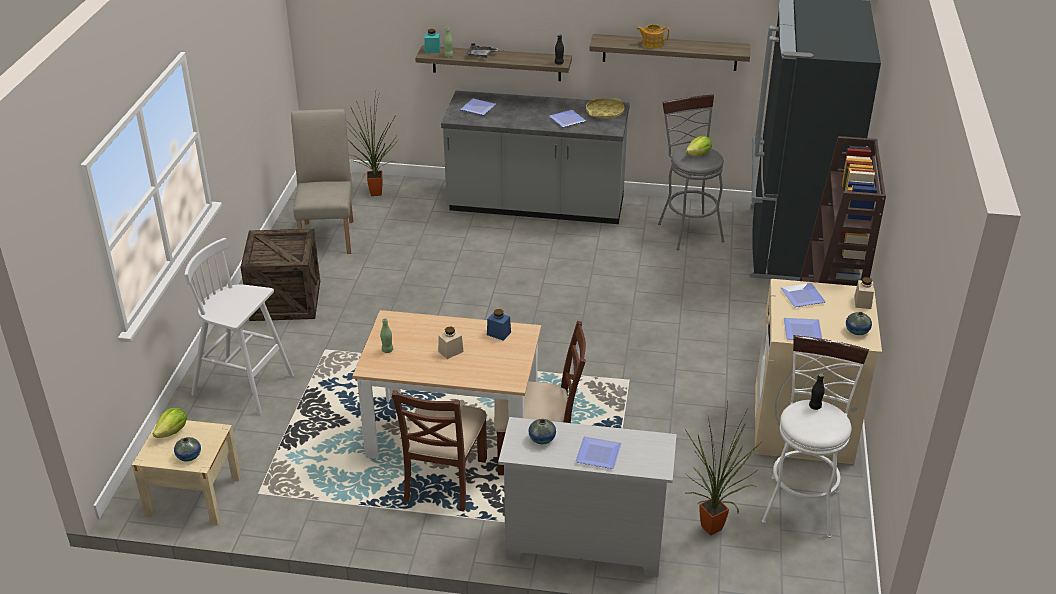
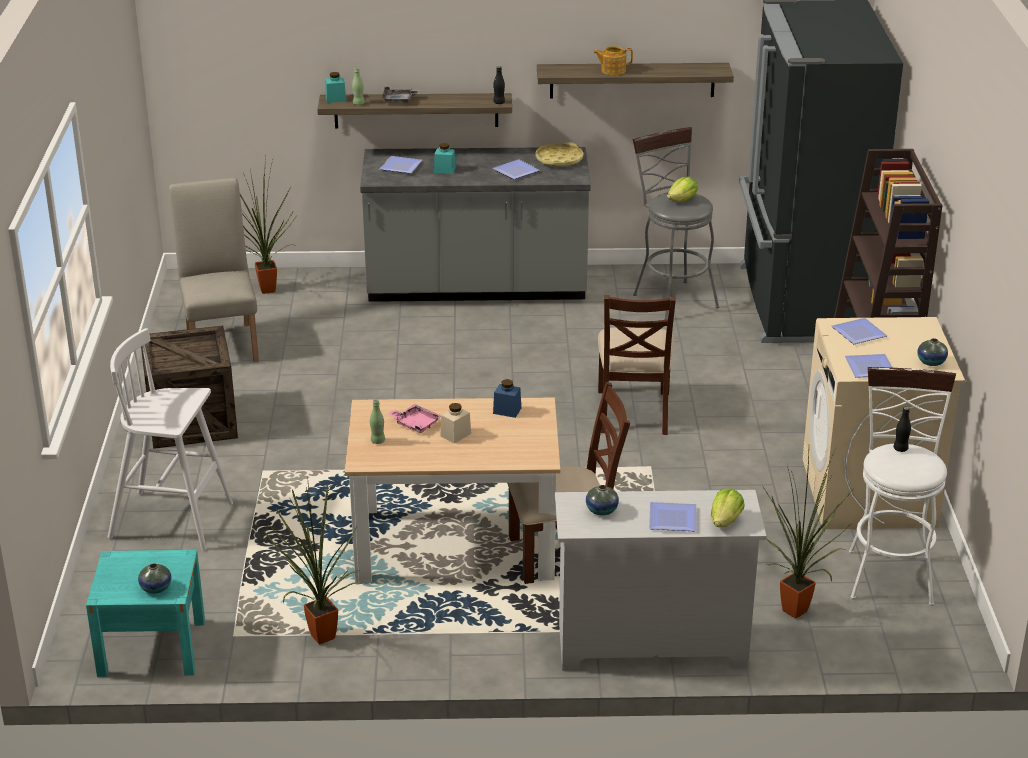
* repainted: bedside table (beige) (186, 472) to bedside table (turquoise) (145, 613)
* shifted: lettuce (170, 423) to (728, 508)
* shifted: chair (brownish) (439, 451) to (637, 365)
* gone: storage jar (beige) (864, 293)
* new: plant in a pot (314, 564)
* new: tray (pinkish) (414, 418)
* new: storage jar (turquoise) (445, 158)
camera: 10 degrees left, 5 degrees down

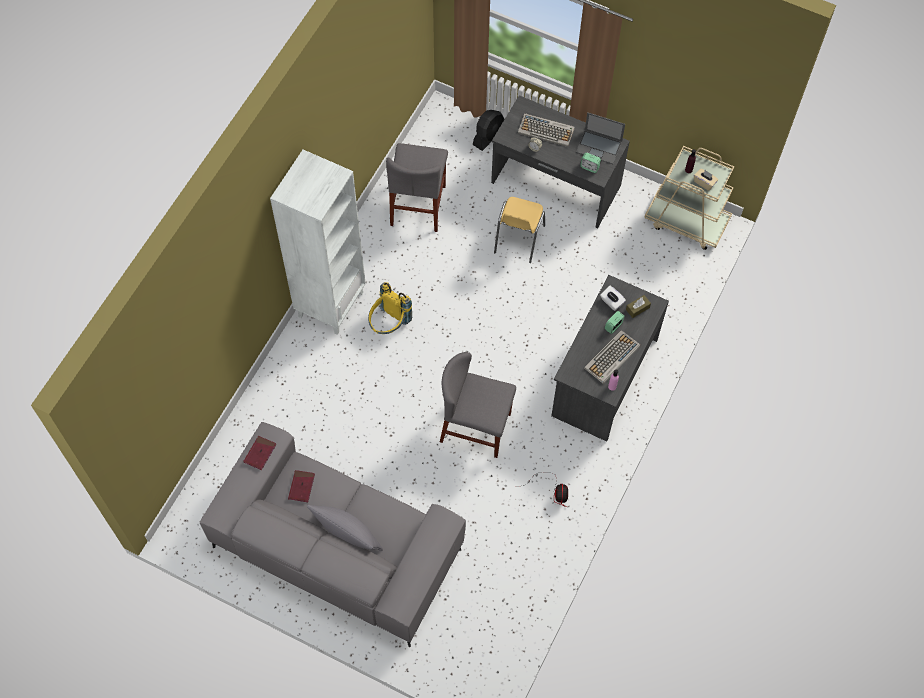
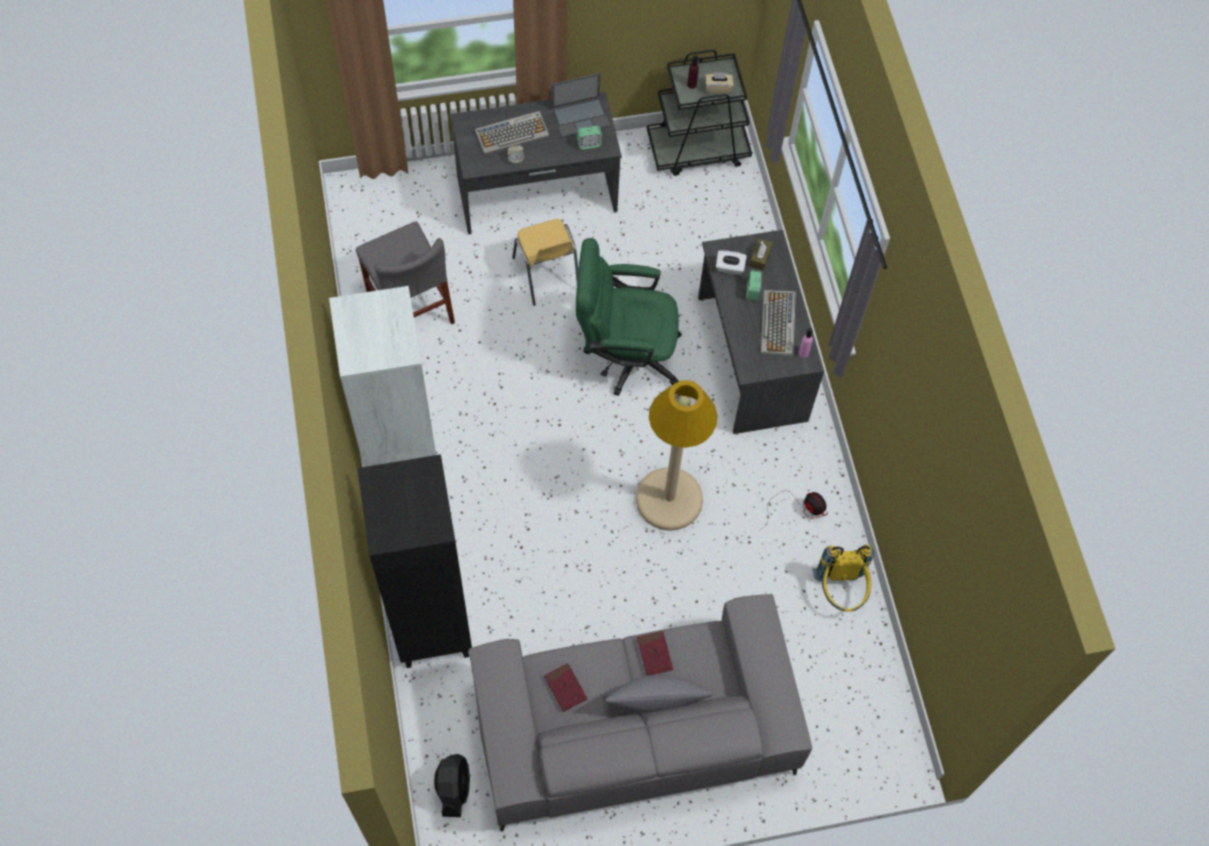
* shifted: bound book (red) (260, 453) to (655, 653)
* shifted: knapsack (yellowish) (390, 308) to (843, 578)
* swapped: chair (grey) (478, 405) to standing lamp (beige) (677, 455)
* shifted: cooling fan (black) (488, 130) to (452, 785)
* repainted: cart (beige) (689, 198) to cart (black) (699, 113)
* new: bookshelf (black) (414, 561)
* new: desk chair (greenish) (629, 317)
camera: 40 degrees left, 0 degrees up

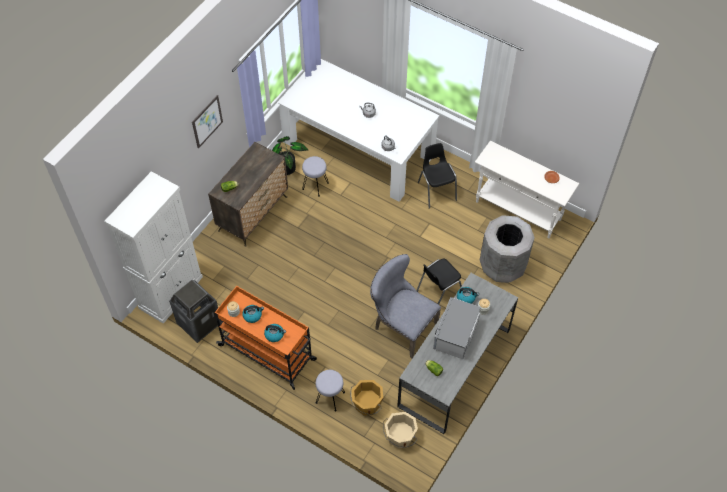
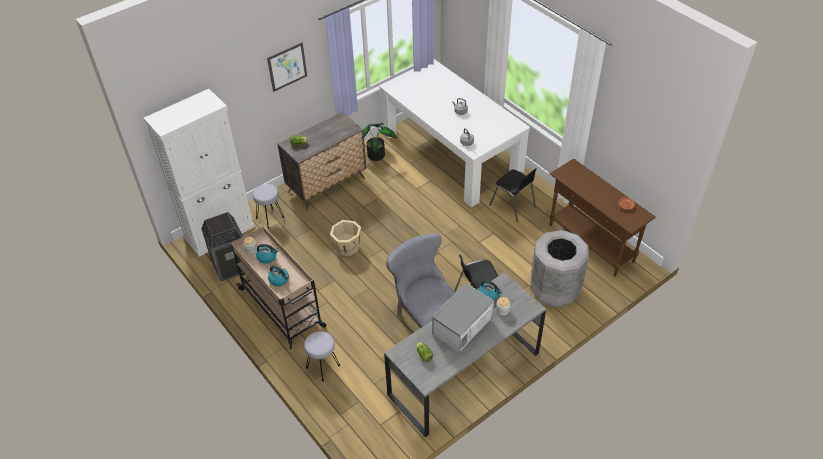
* repainted: cart (orange) (266, 338) to cart (beige) (279, 287)
* shifted: stool seat (grey) (315, 176) to (269, 206)
* gone: bucket (orange) (366, 397)
* shifted: bucket (beige) (400, 430) to (345, 238)
* rotated: chair (black) (437, 176) = (513, 195) 135 degrees clockwise
* repainted: console table (white-coloured) (527, 190) to console table (brownish) (603, 217)
camera: 20 degrees right, 10 degrees down

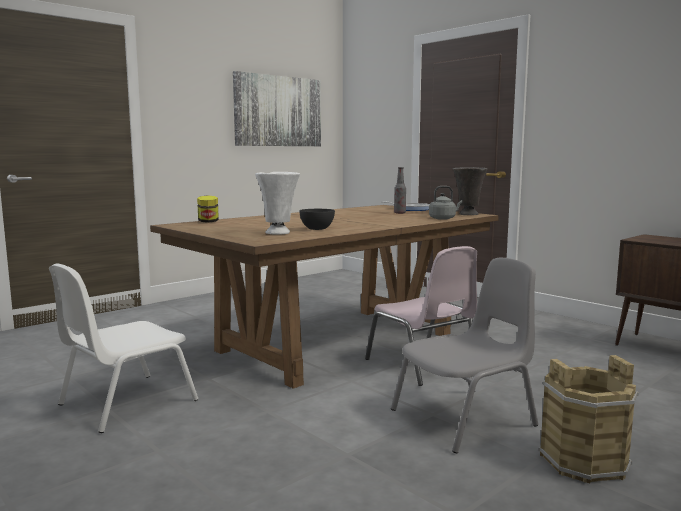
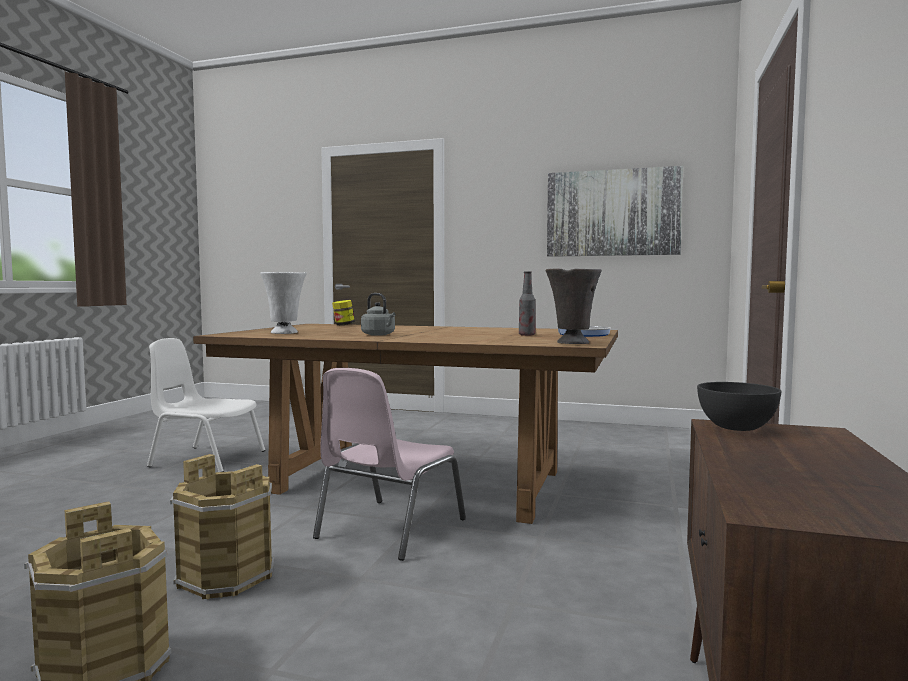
* shifted: bowl (grey) (317, 219) to (739, 406)
* swapped: chair (grey) (465, 355) to bucket (brownish) (222, 526)
* shifted: kettle (grey) (446, 203) to (378, 314)
camera: 60 degrees right, 5 degrees down

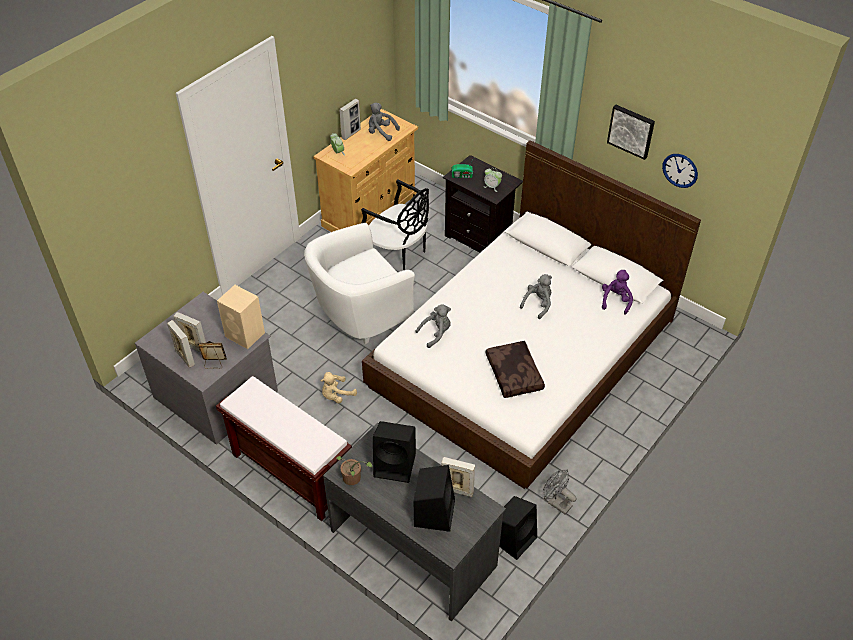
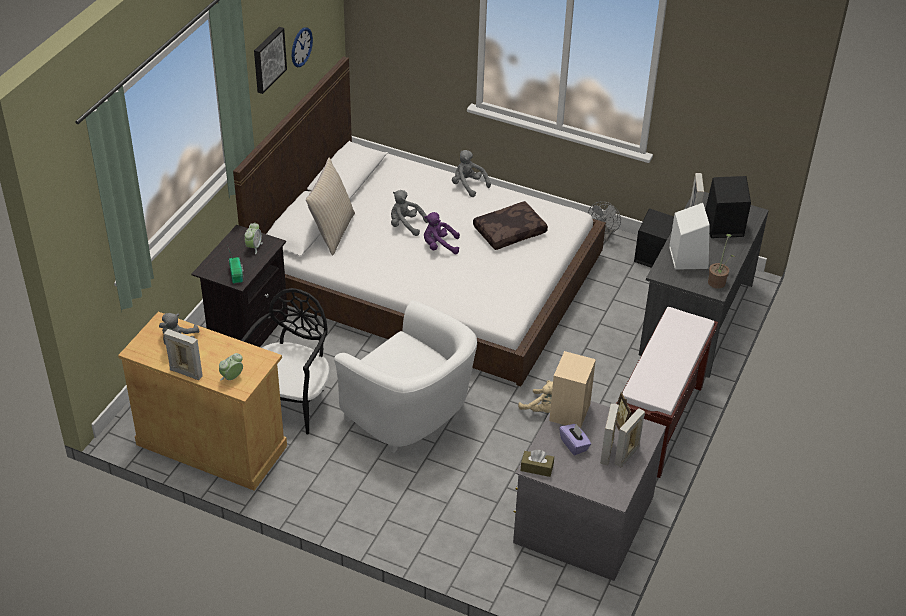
* repainted: audio speaker (black) (394, 452) to audio speaker (white-coloured) (689, 236)
* shifted: cuddly toy (grey) (433, 326) to (471, 173)
* shifted: cuddly toy (purplish) (617, 292) to (442, 233)
* new: cushion (beige) (330, 207)
* new: tissue box (brownish) (537, 463)
* new: tissue box (purplish) (575, 439)
camera: 105 degrees left, 5 degrees down

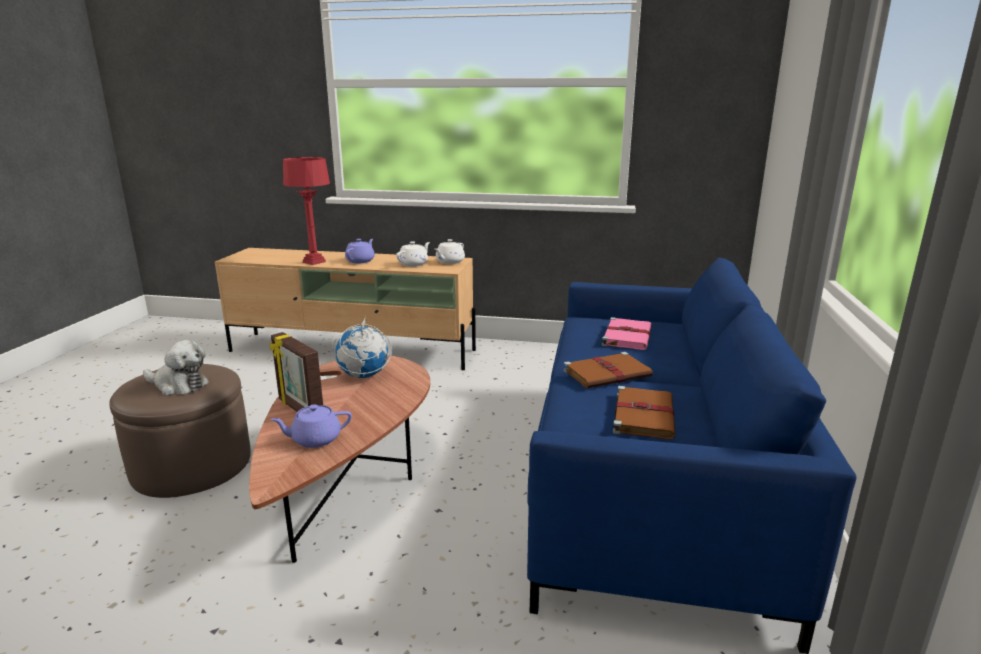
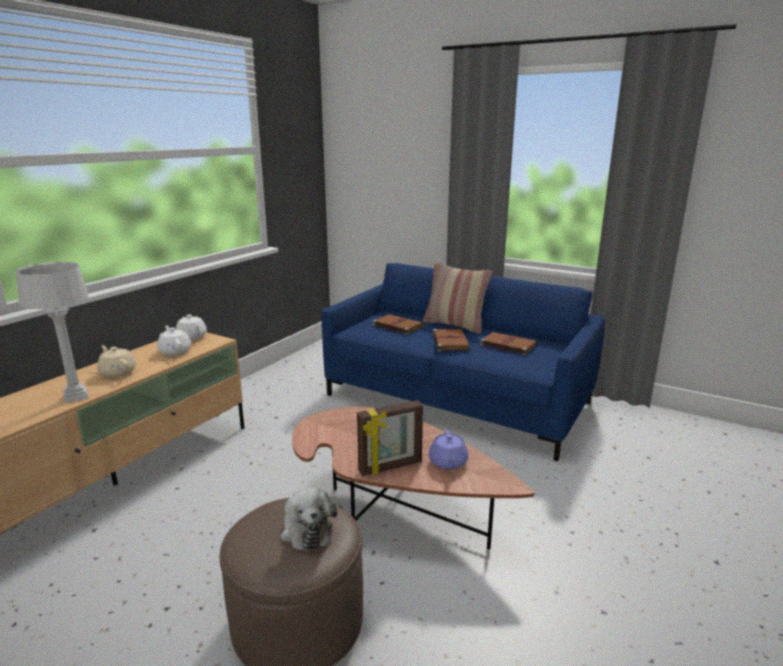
* rotated: cuddly toy (176, 367) = (309, 519) 120 degrees clockwise
* repainted: tabletop lamp (red) (306, 211) to tabletop lamp (grey) (52, 332)
* gone: globe (362, 347)
* repainted: pot for tea (purplish) (360, 251) to pot for tea (beige) (116, 361)
* repainted: bound book (pinkish) (627, 333) to bound book (brownish) (398, 324)
* new: cushion (457, 298)
camera: 70 degrees left, 0 degrees up

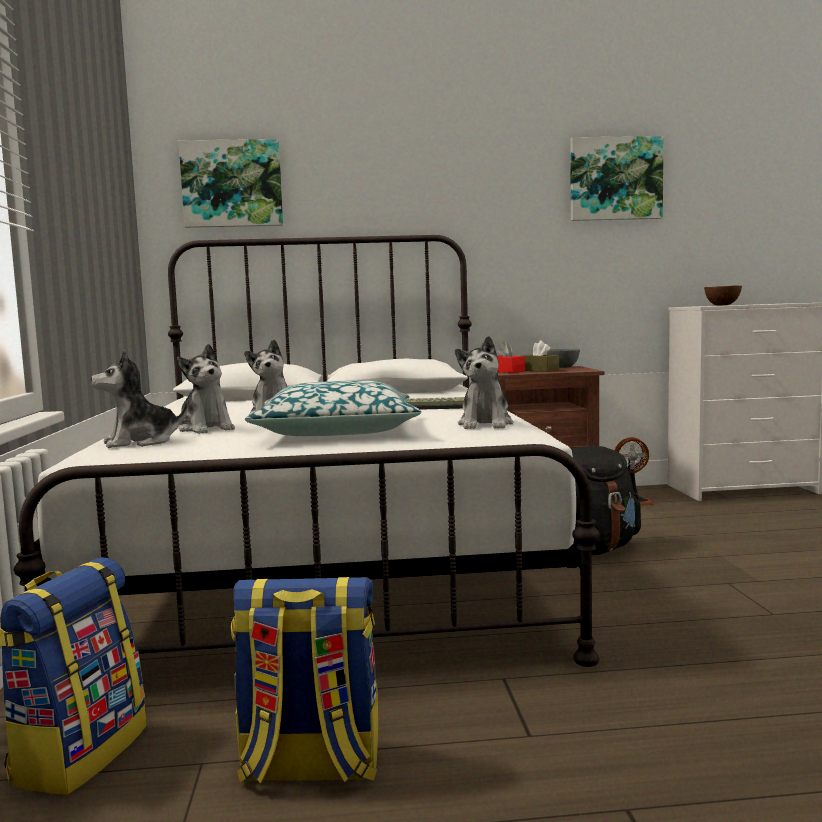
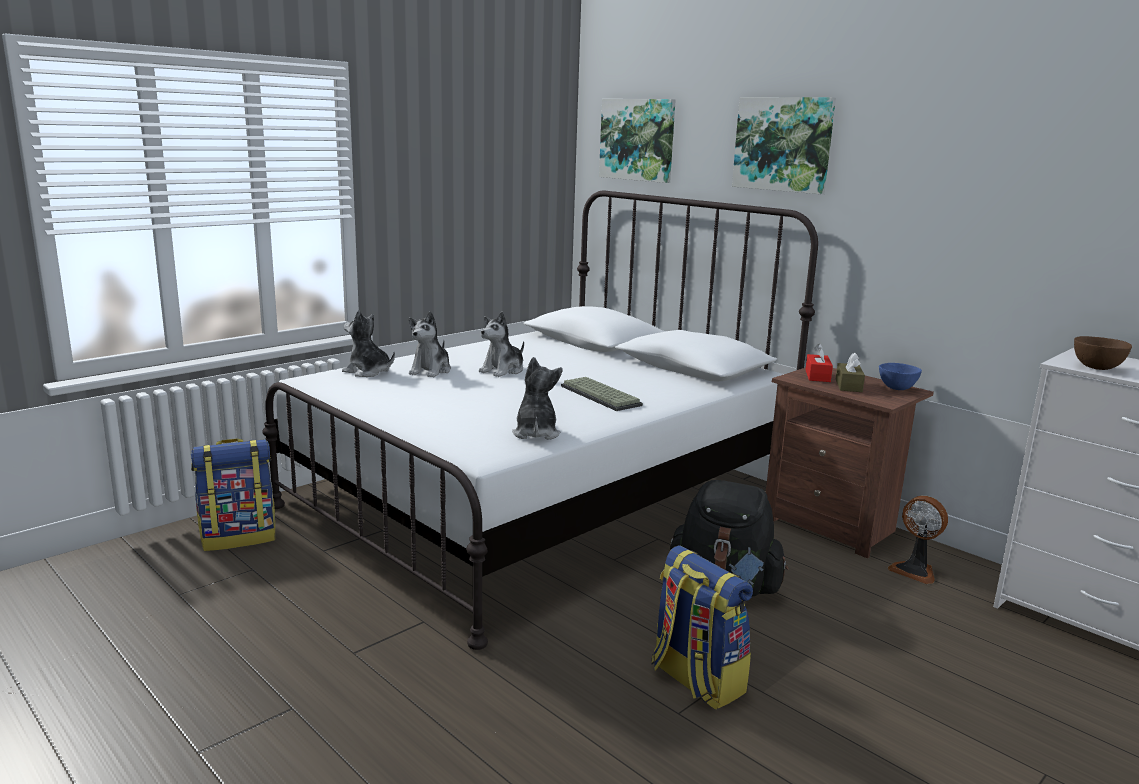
* shifted: knapsack (304, 680) to (702, 627)
* gone: cushion (333, 408)
* rotated: cuddly toy (484, 382) = (537, 398) 120 degrees clockwise
* repainted: bowl (grey) (563, 358) to bowl (bluish) (900, 376)
* shifted: picture (617, 178) to (784, 145)
camera: 50 degrees right, 10 degrees up

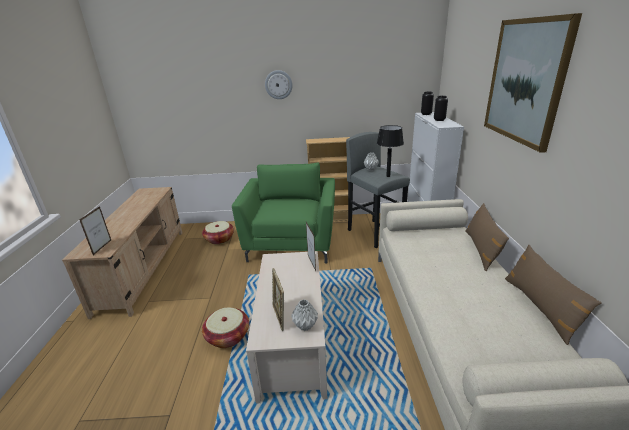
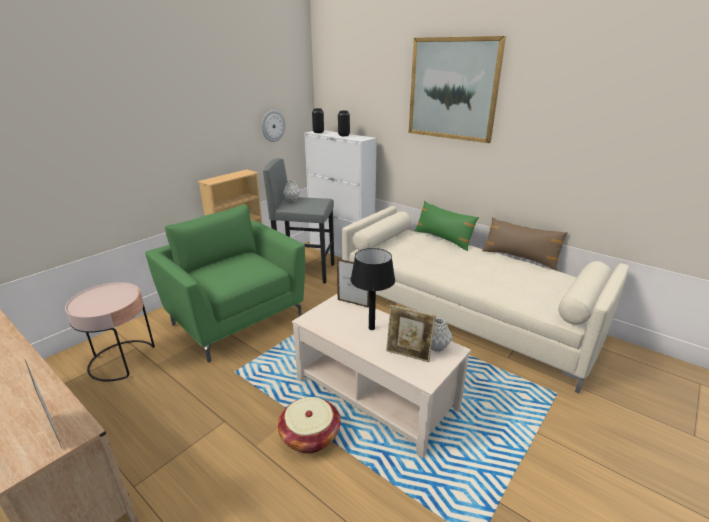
* swapped: storage basket (218, 232) to end table (pinkish) (110, 332)
* shifted: hanging clock (279, 84) to (273, 126)
* shifted: tabletop lamp (black) (390, 151) to (372, 289)
* repainted: cushion (brownish) (487, 237) to cushion (greenish) (446, 226)
camera: 50 degrees left, 0 degrees up

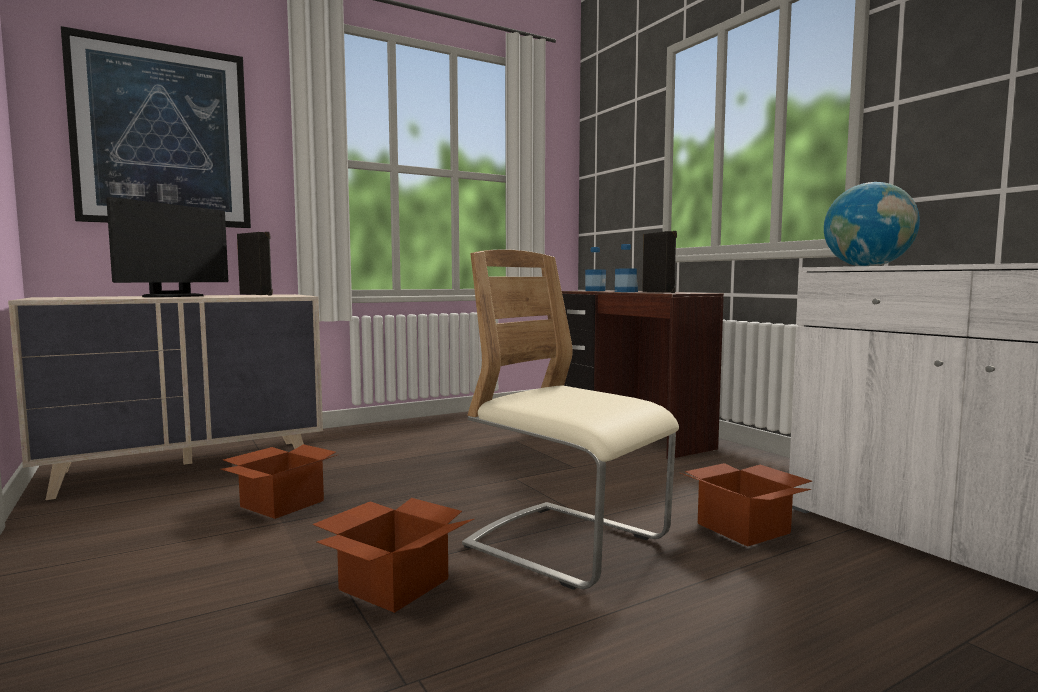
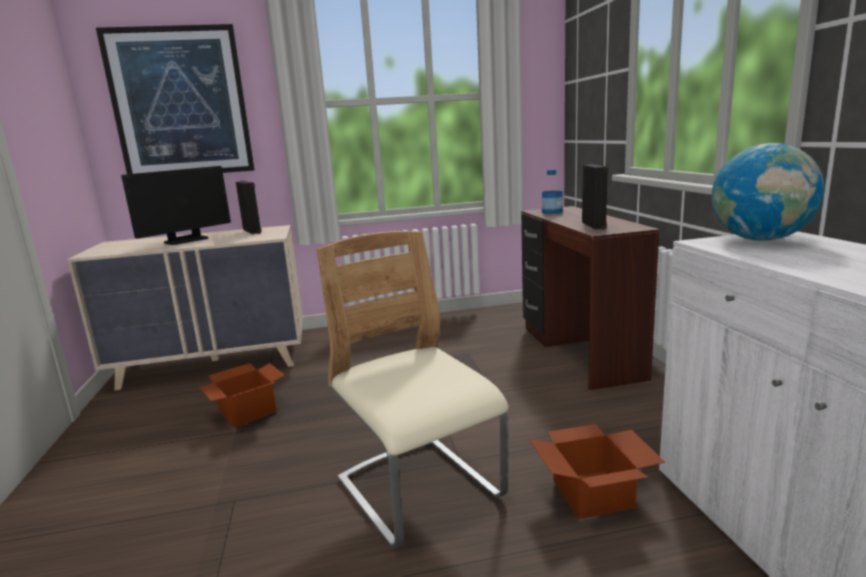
* gone: carton (393, 555)
* gone: drink bottle (626, 268)
camera: 20 degrees right, 10 degrees up

